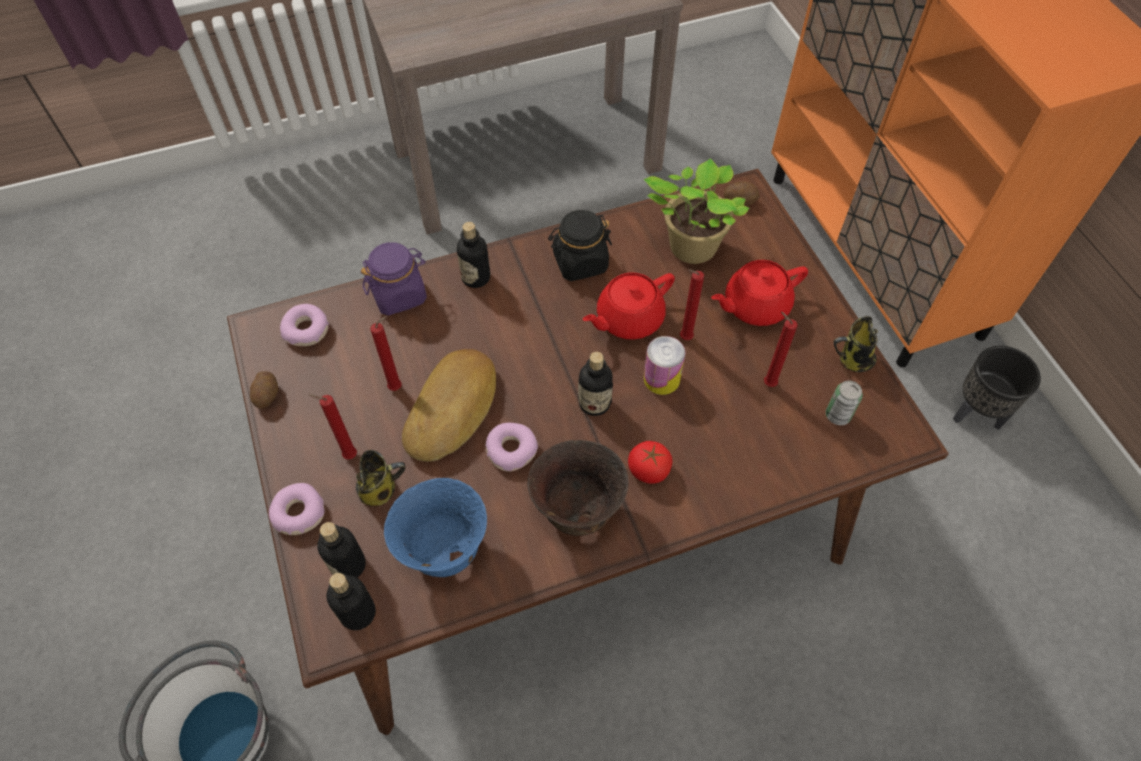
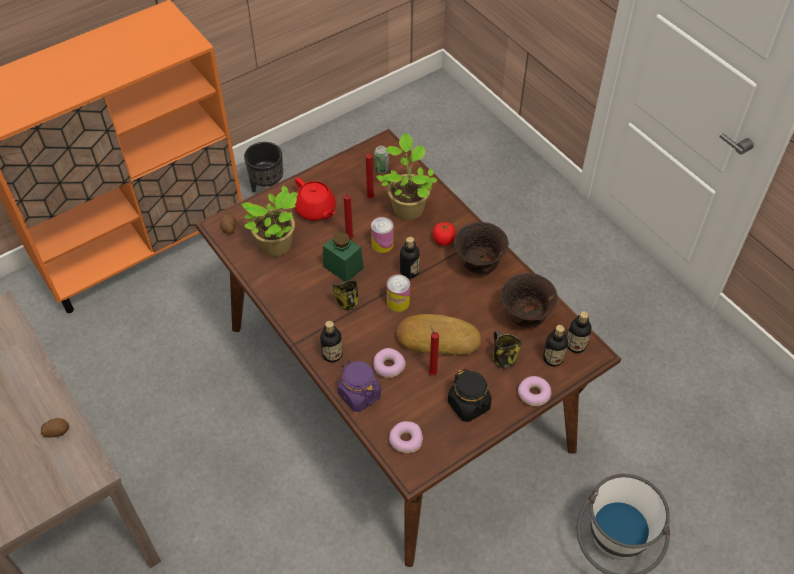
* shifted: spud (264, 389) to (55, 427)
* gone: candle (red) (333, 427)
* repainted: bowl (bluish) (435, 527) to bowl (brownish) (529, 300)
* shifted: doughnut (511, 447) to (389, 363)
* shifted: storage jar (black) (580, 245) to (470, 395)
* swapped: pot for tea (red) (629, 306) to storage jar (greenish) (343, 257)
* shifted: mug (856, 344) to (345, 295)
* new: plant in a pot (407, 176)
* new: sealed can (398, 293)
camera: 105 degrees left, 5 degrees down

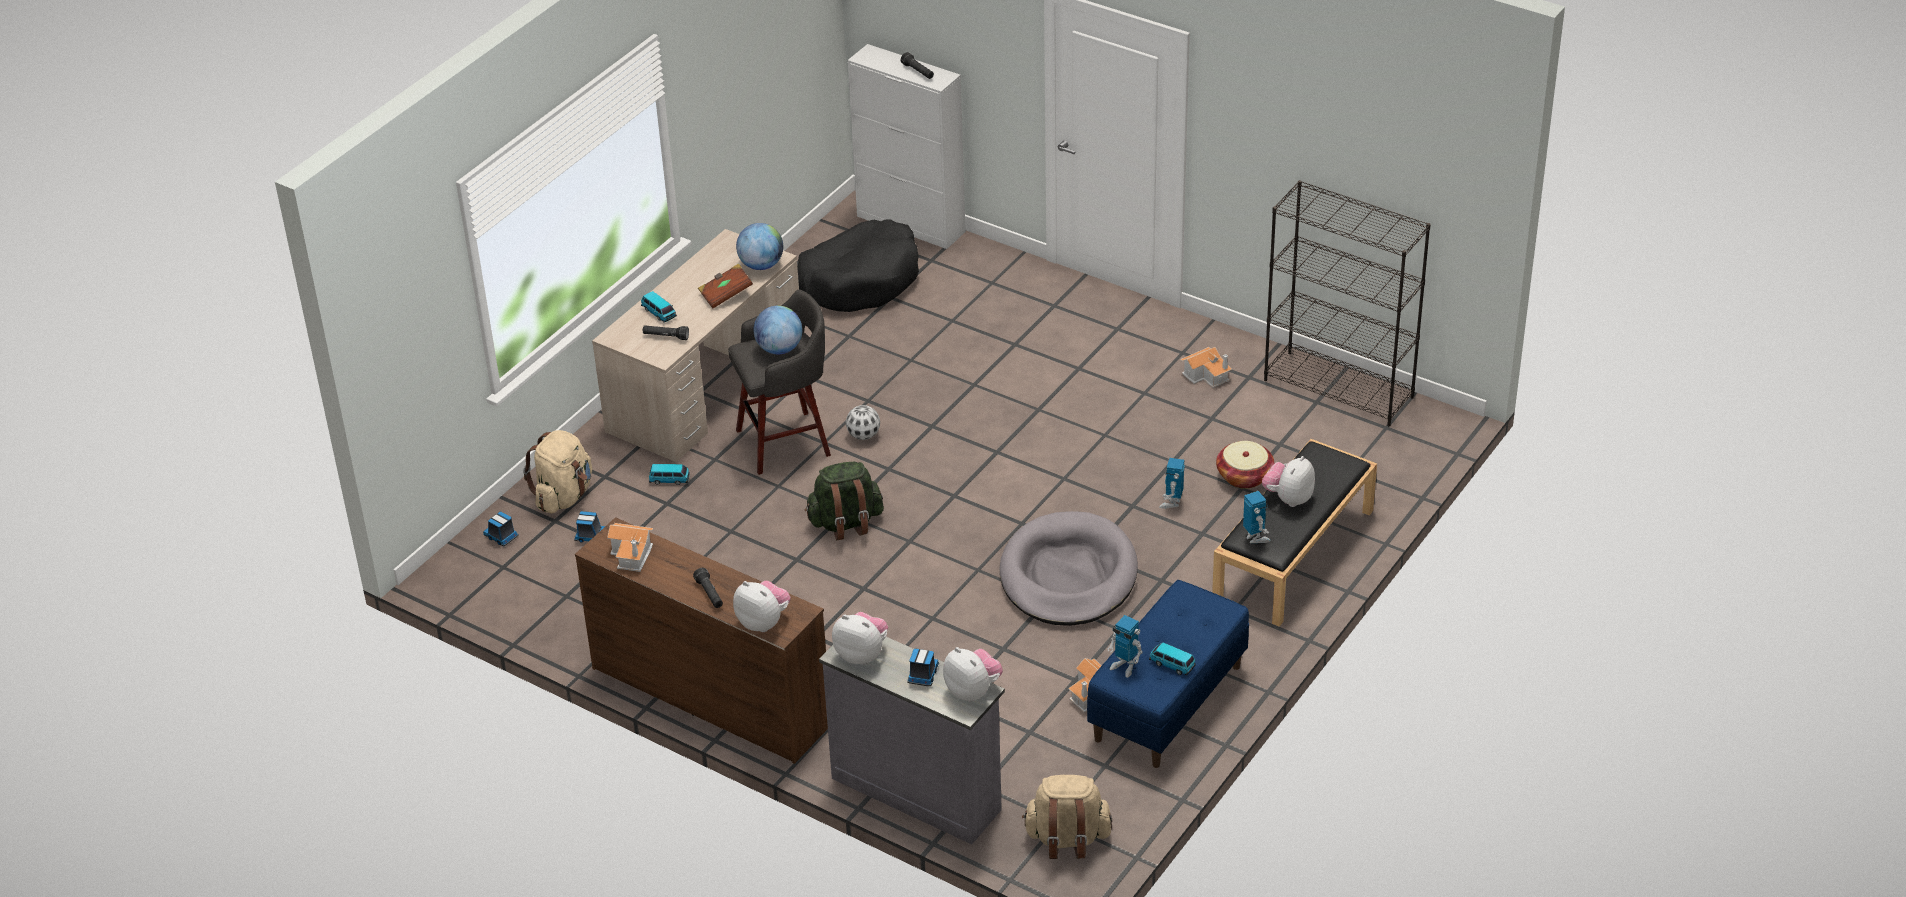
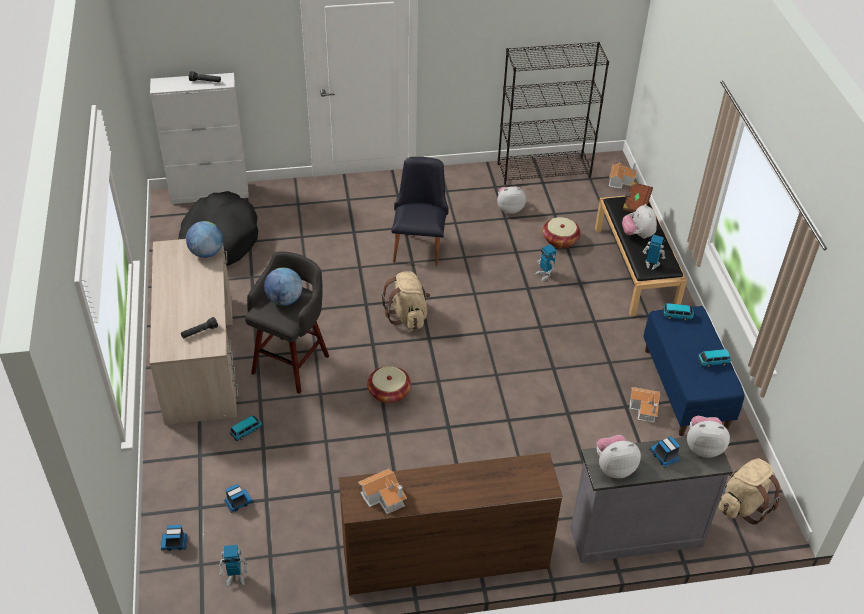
* shifted: knapsack (beige) (557, 471) to (406, 300)
* shifted: miniature car (659, 307) to (678, 312)
* gone: flashlight (black) (708, 588)
* shifted: bound book (brownish) (725, 286) to (638, 197)
* shifted: cuddly toy (762, 606) to (511, 200)
* swapped: knapsack (greenish) (844, 501) to storage basket (389, 385)
* gone: football (863, 422)
* gone: pet bed (grey) (1069, 568)
* shifted: toy robot (1125, 646) to (233, 566)
* shifted: toy house (1206, 367) to (623, 175)
* new: chair (black) (419, 211)
camera: 45 degrees left, 5 degrees up

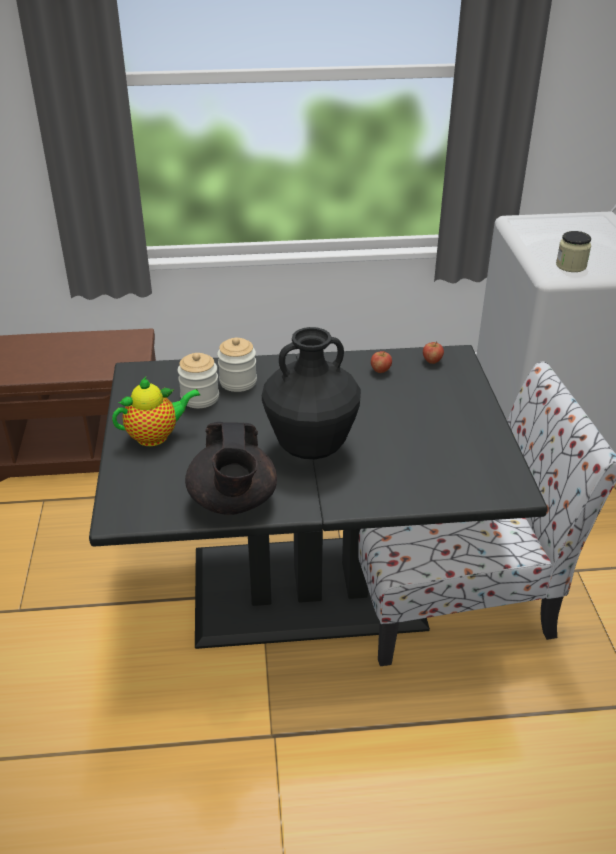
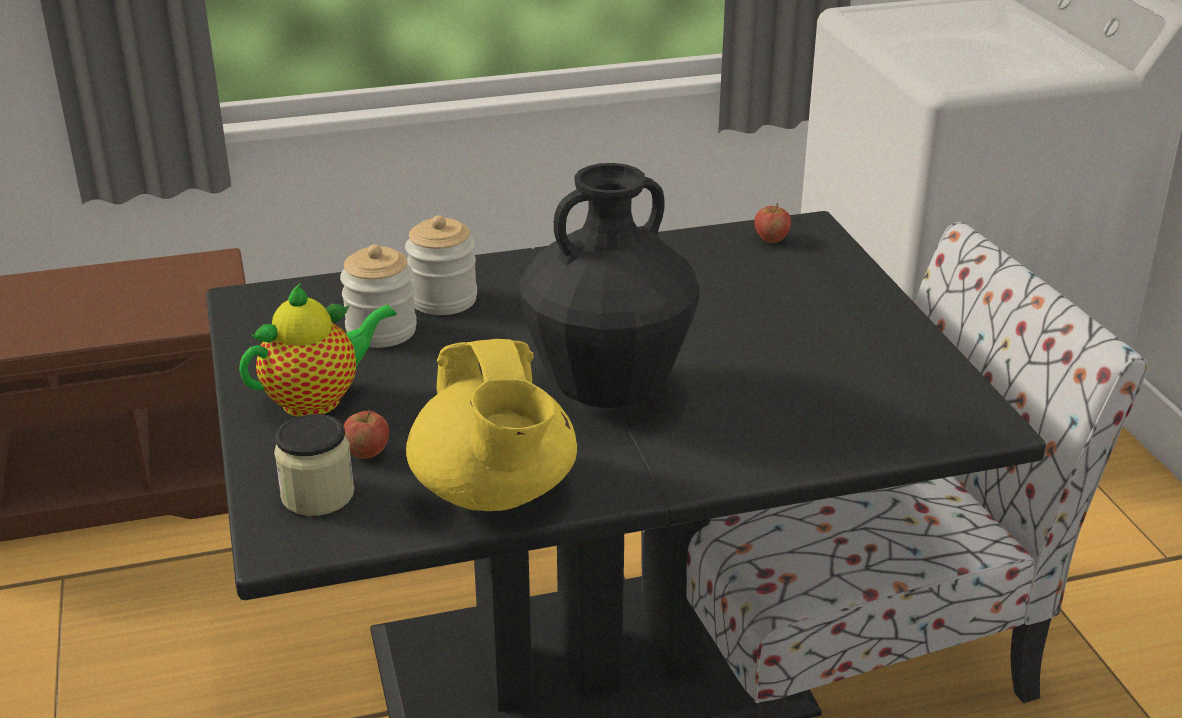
* repainted: pot for tea (black) (231, 468) to pot for tea (yellowish) (491, 425)
* shifted: apple (381, 362) to (366, 434)
* shifted: storage jar (573, 251) to (314, 465)
camera: 10 degrees left, 5 degrees down

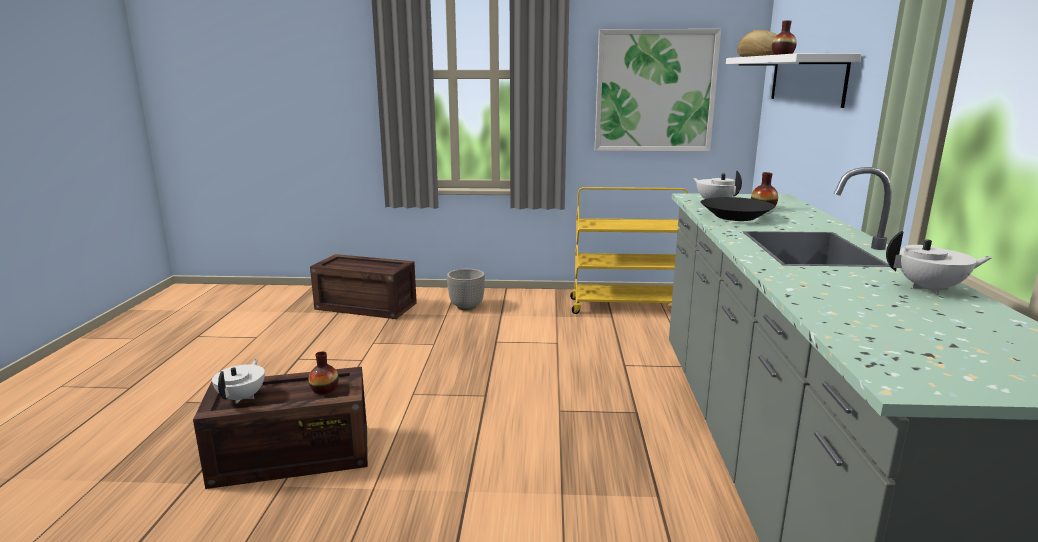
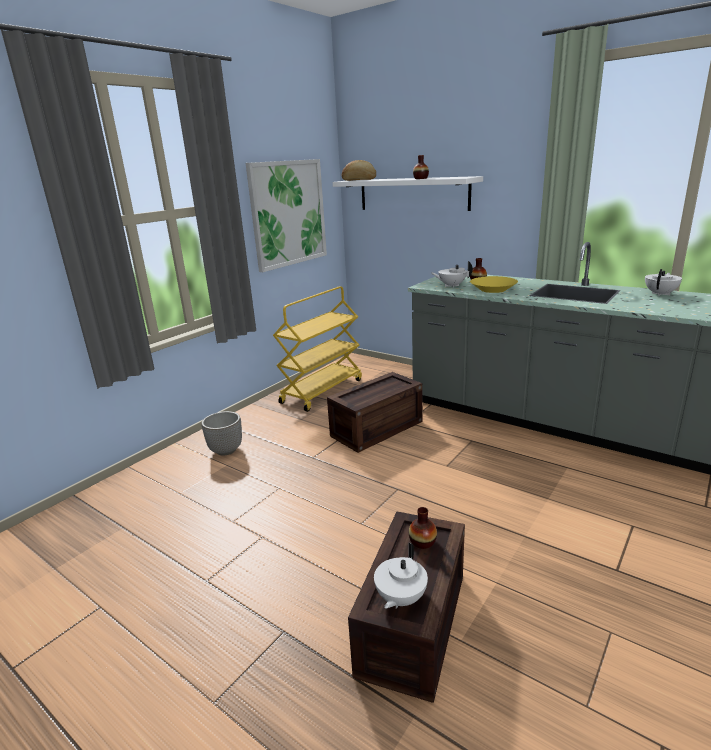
* rotated: pot for tea (white-coloured) (238, 381) = (401, 576) 105 degrees counterclockwise
* shifted: shipping crate (363, 286) to (375, 412)
* repainted: bowl (black) (738, 209) to bowl (yellowish) (494, 284)
camera: 55 degrees left, 5 degrees up

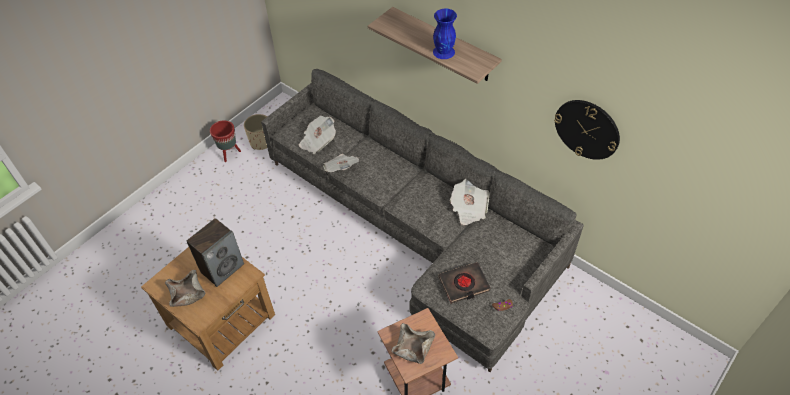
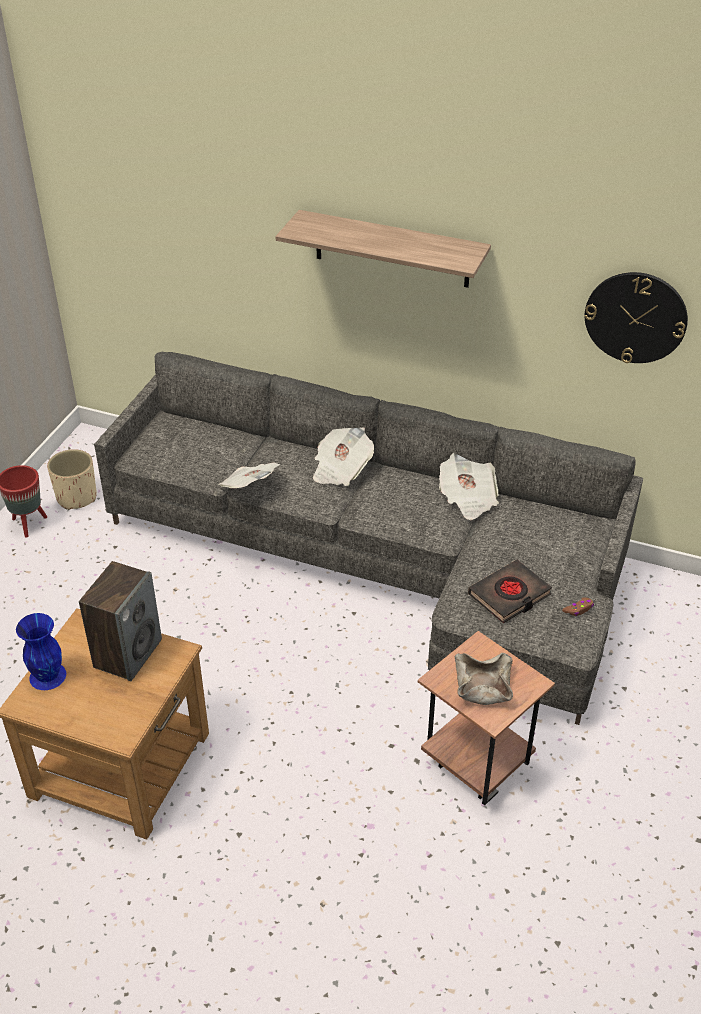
* gone: bowl (beige) (185, 288)
* shifted: printed paper (317, 135) to (343, 456)
* shifted: flower vase (bluish) (445, 34) to (41, 651)
camera: 20 degrees left, 10 degrees down

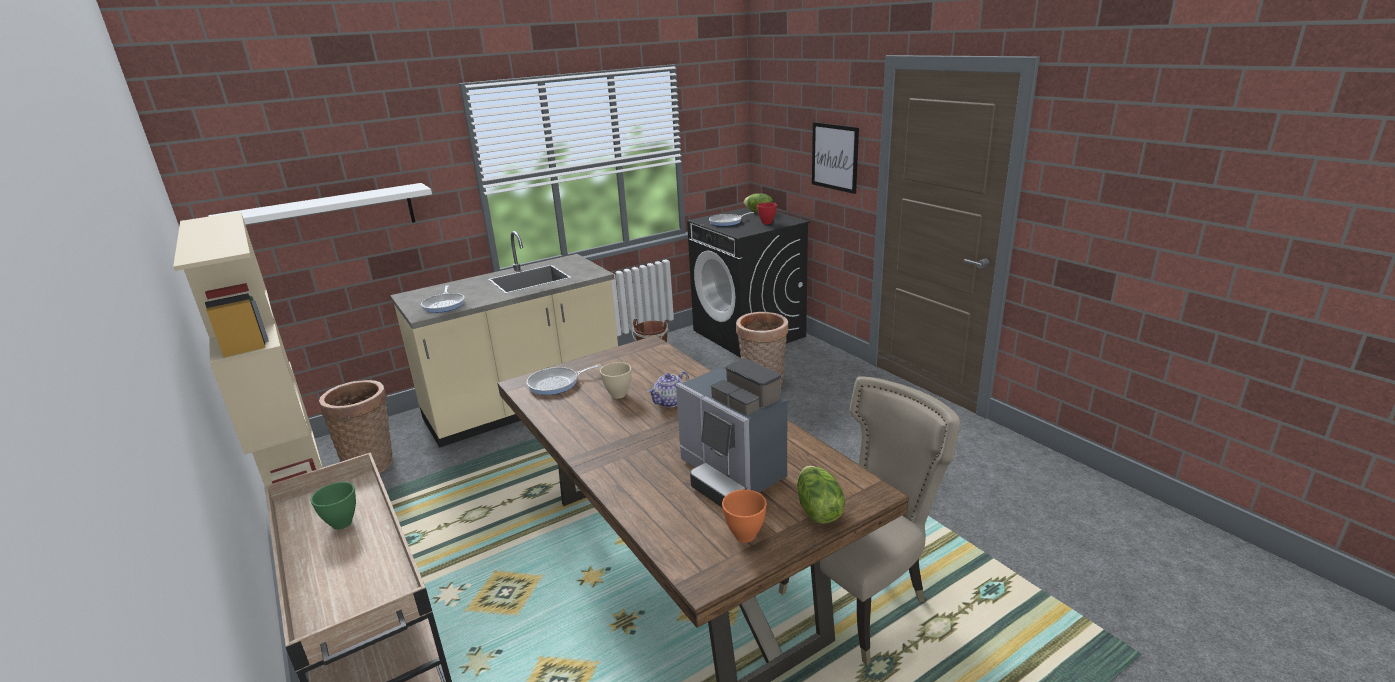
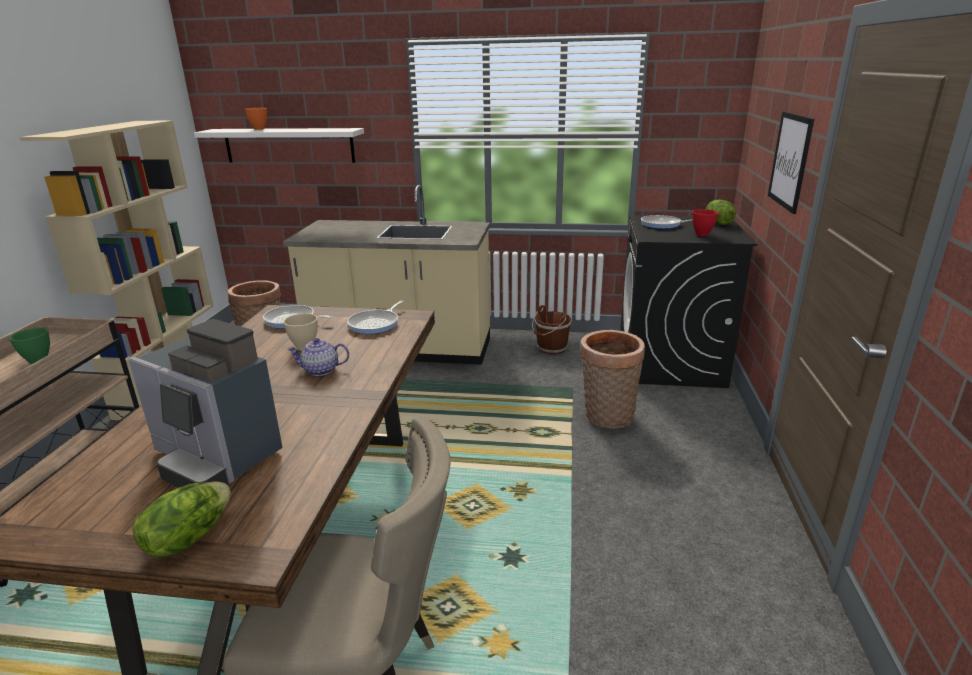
* shifted: pan (443, 299) to (375, 317)
* rotated: coffee maker (731, 433) = (206, 403) 60 degrees counterclockwise
* shifted: bowl (orange) (744, 516) to (256, 119)
camera: 40 degrees right, 0 degrees up

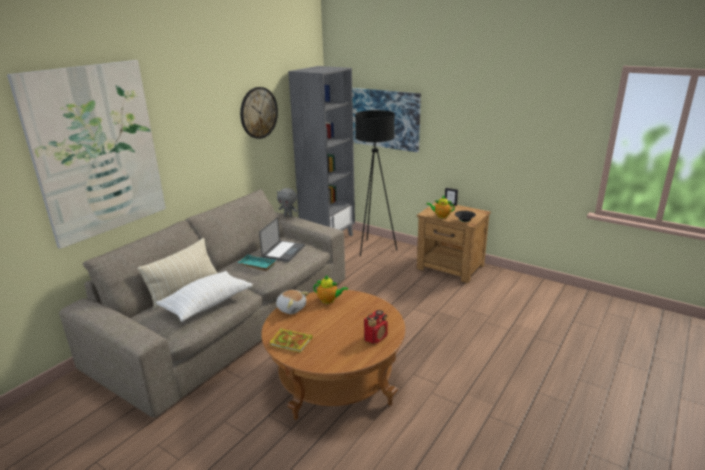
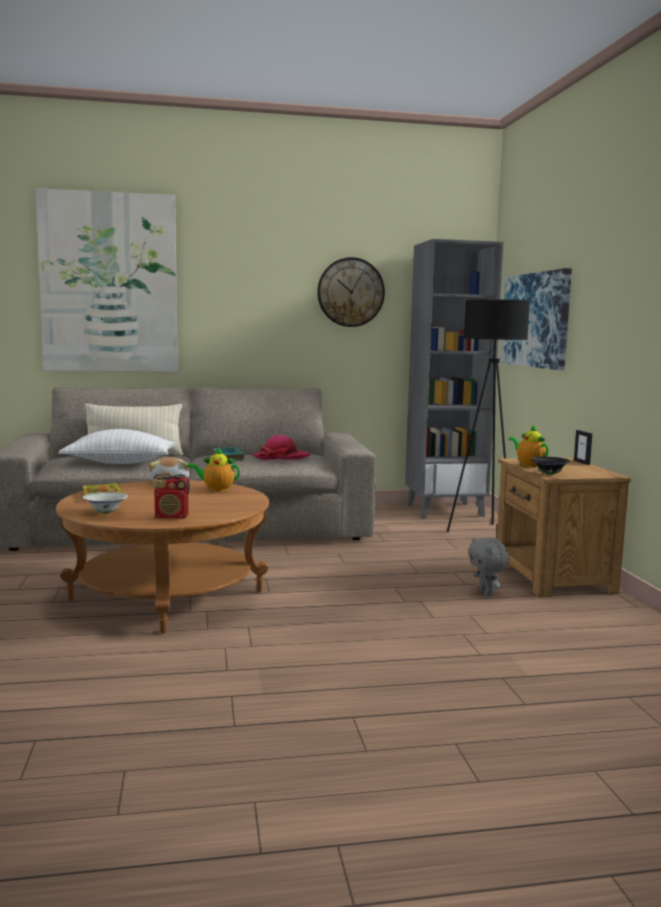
* swapped: notebook computer (282, 239) to clothing hat (281, 447)
* shifted: cuddly toy (grey) (287, 202) to (489, 567)
* rotated: pot for tea (330, 289) = (213, 470) 120 degrees clockwise
* new: bowl (white-coloured) (105, 503)
camera: 45 degrees right, 15 degrees down

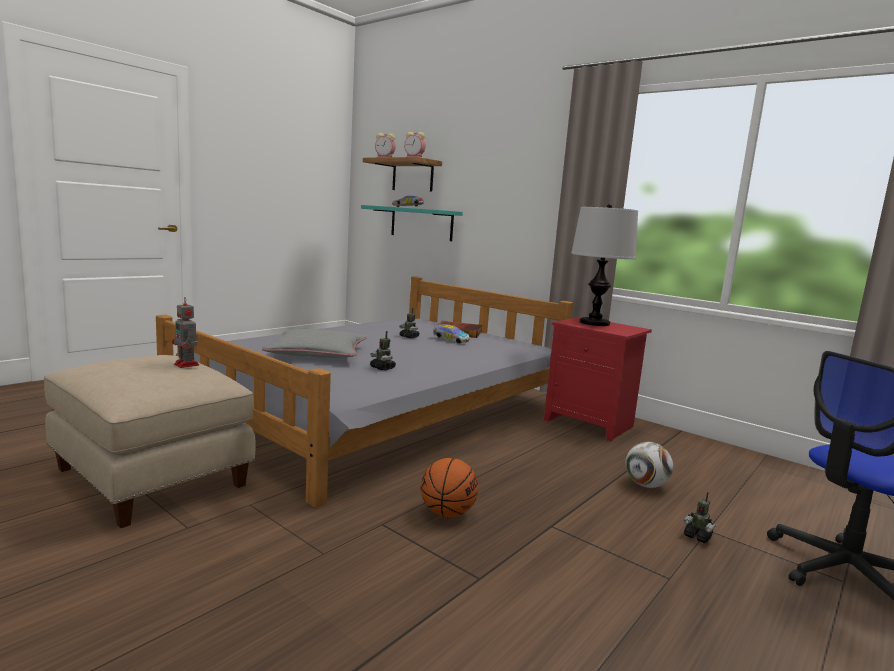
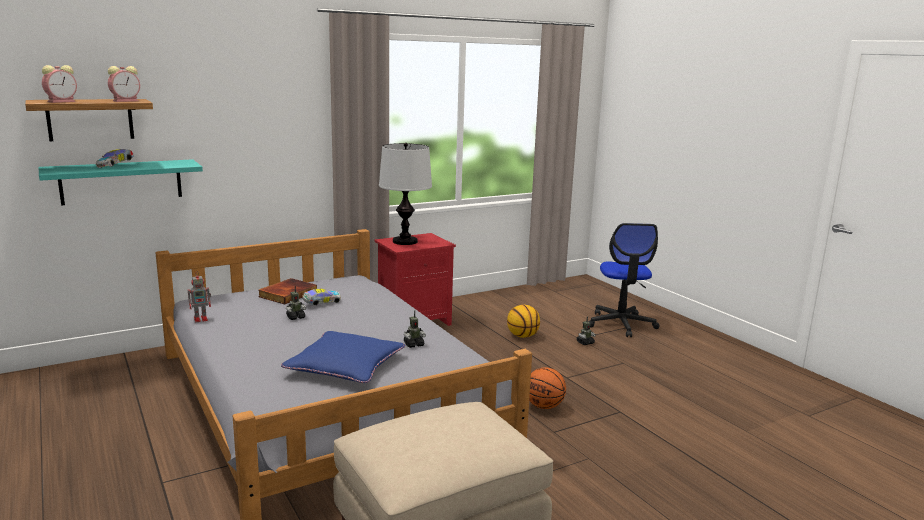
* shifted: toy robot (185, 332) to (199, 296)
* repainted: cushion (grey) (314, 343) to cushion (bluish) (343, 357)
* swapped: football (649, 465) to basketball (523, 321)
camera: 70 degrees left, 5 degrees up

